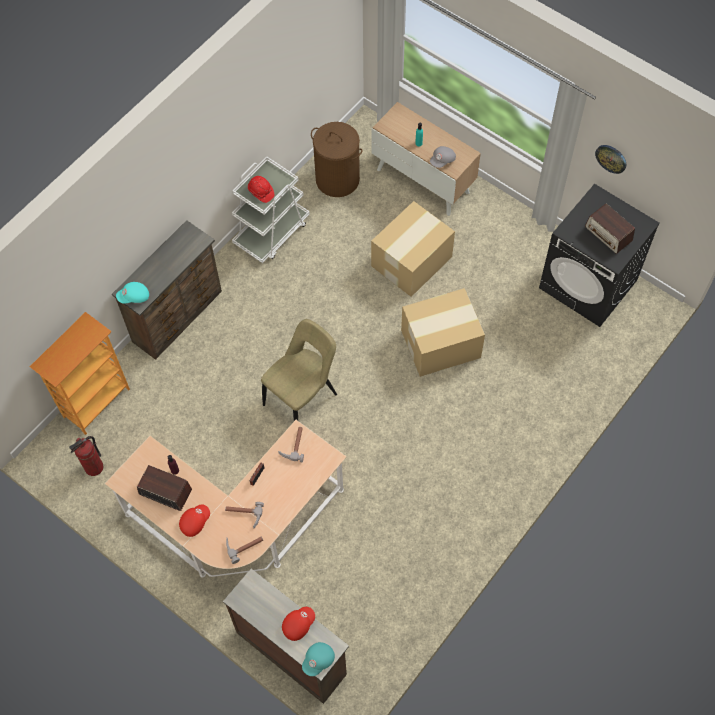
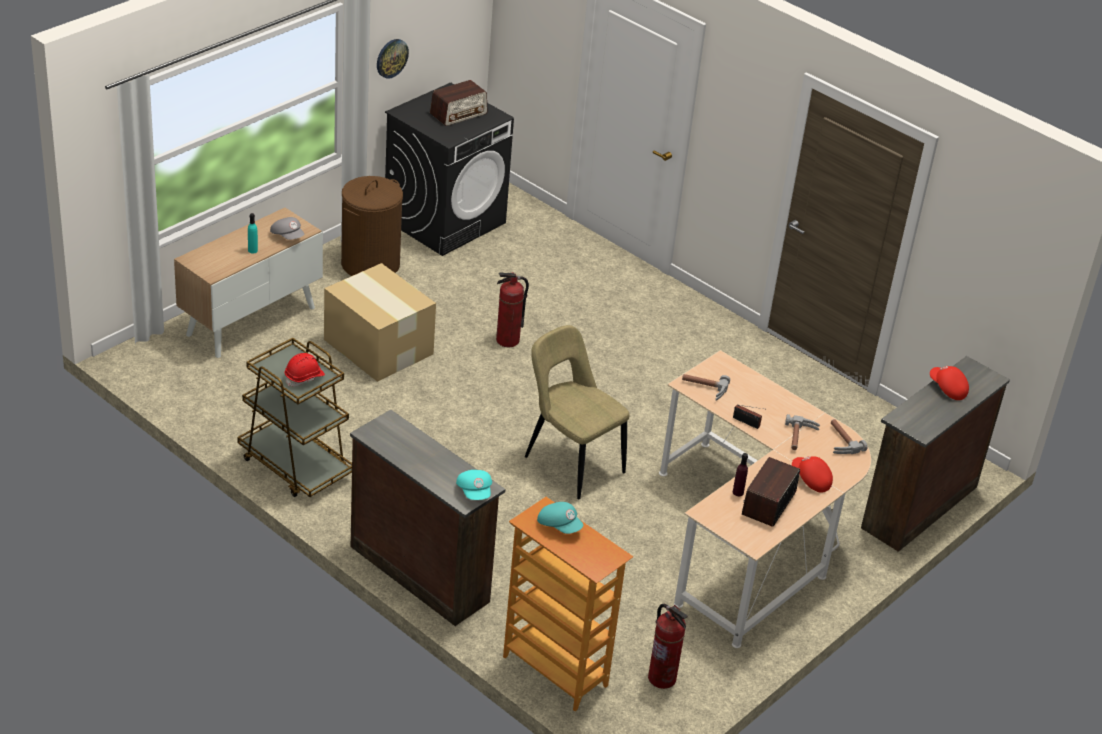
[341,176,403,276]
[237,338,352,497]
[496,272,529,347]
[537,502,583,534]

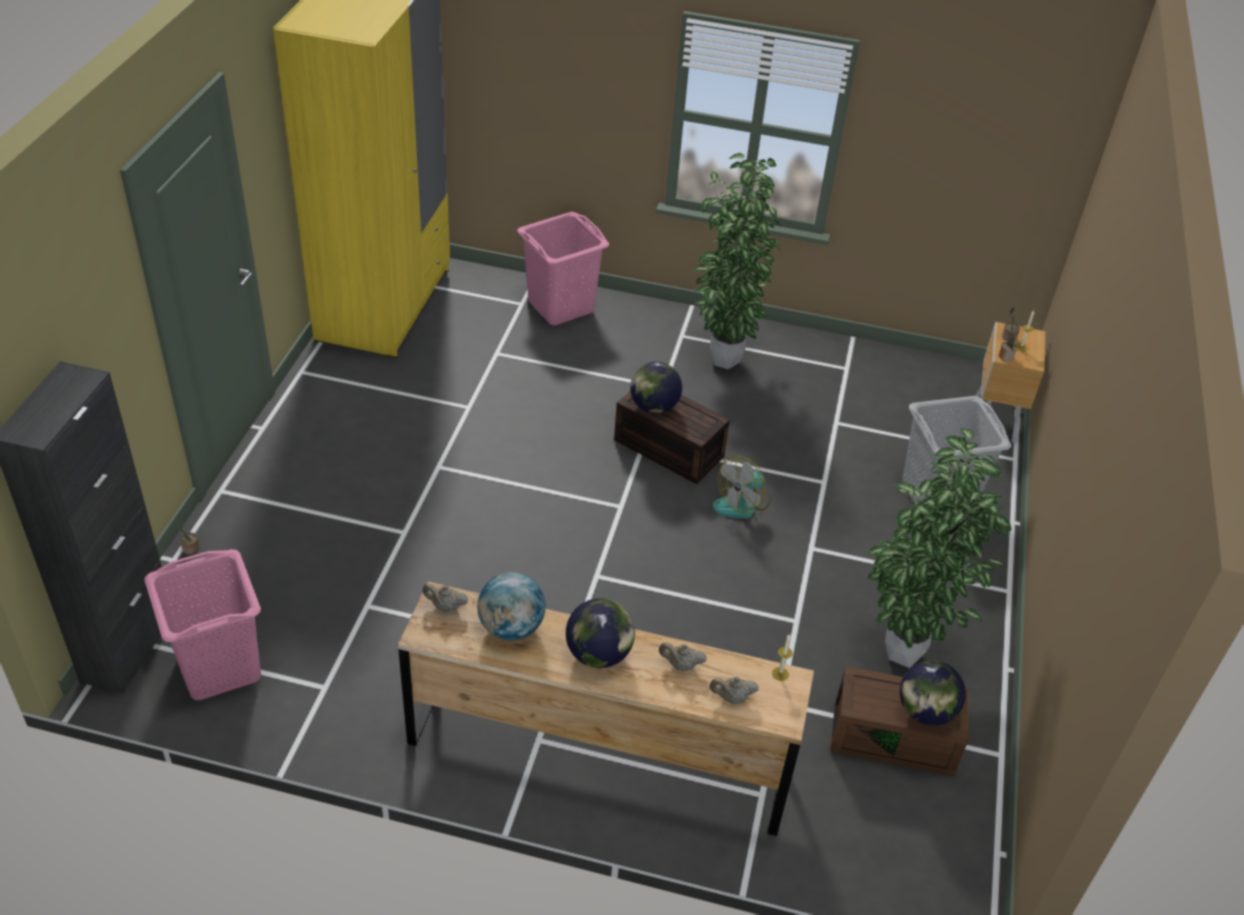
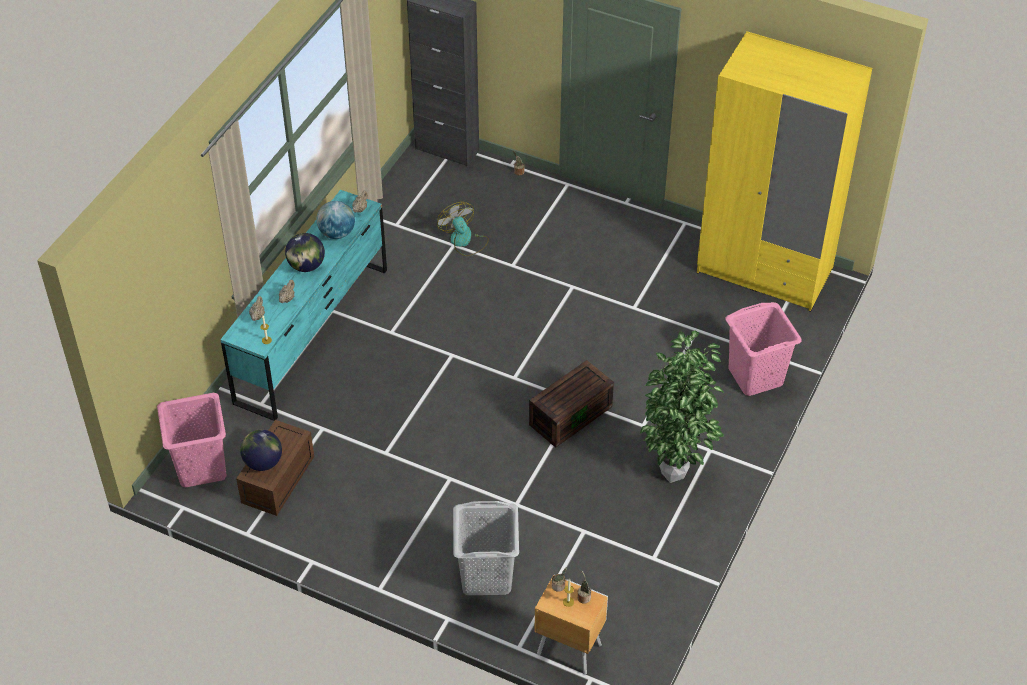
[630,362,682,414] (first image)
[866,429,1012,668] (first image)
[437,202,489,256]
[157,393,226,487]
[220,190,387,421]

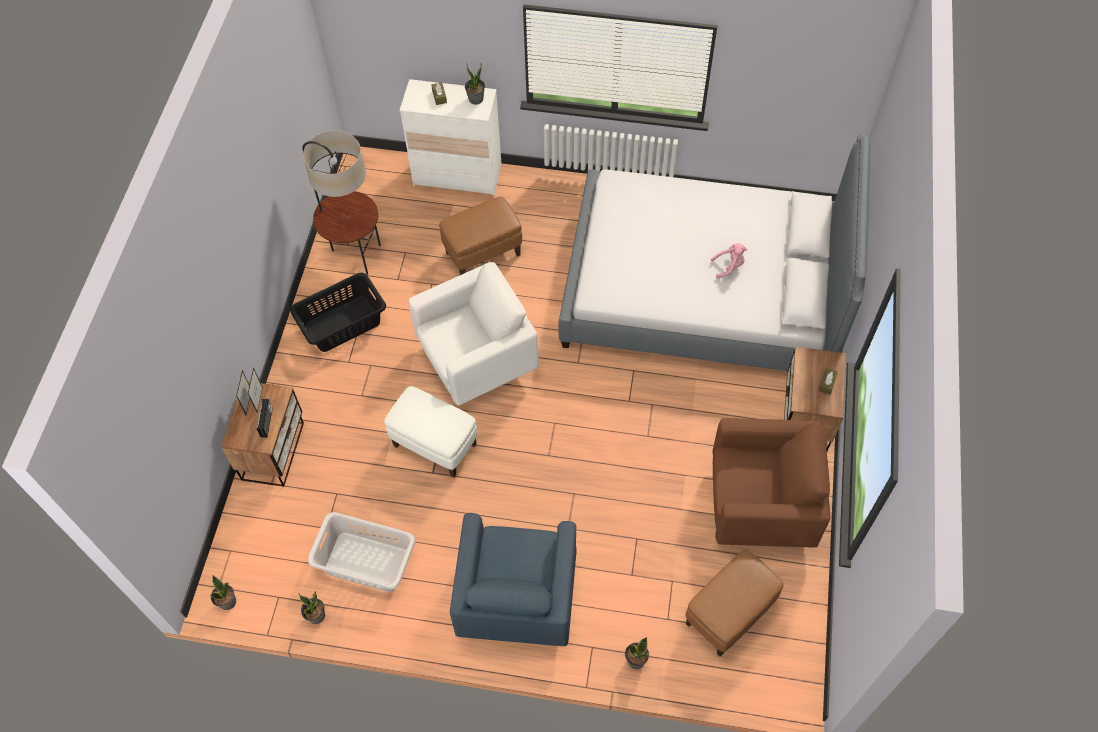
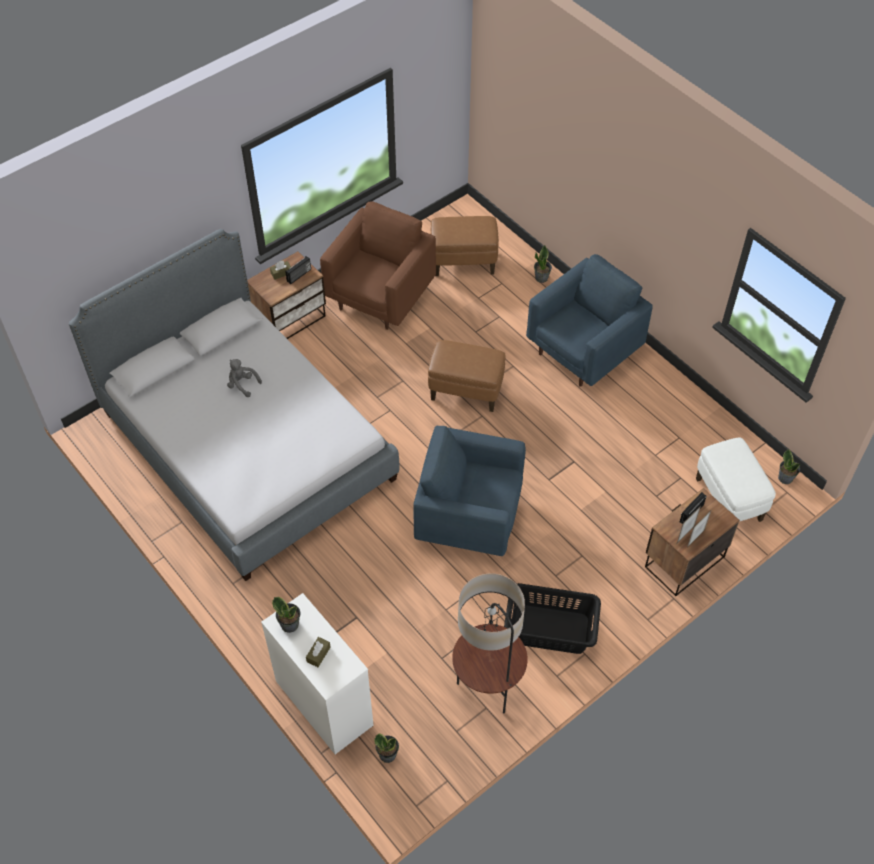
[428,340,506,412]
[227,359,262,397]
[413,426,526,556]
[696,438,776,522]
[320,201,436,330]
[308,512,416,592] (first image)
[374,733,399,763]
[285,256,311,284]

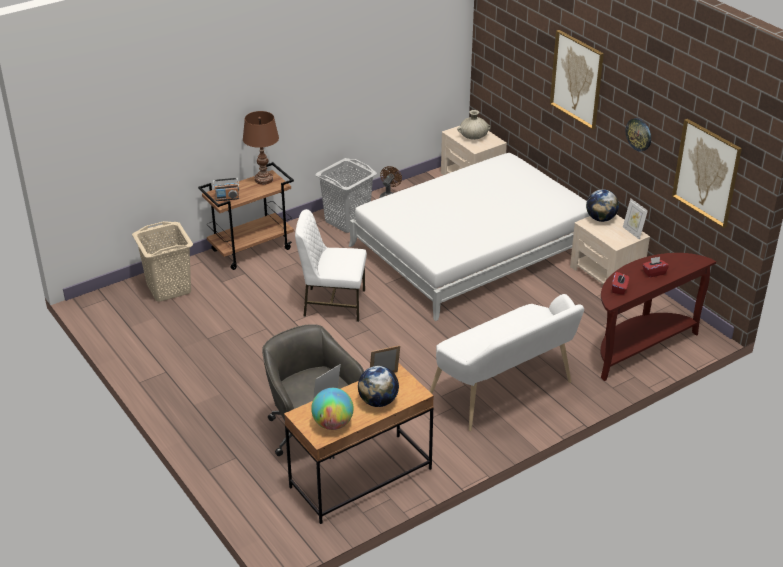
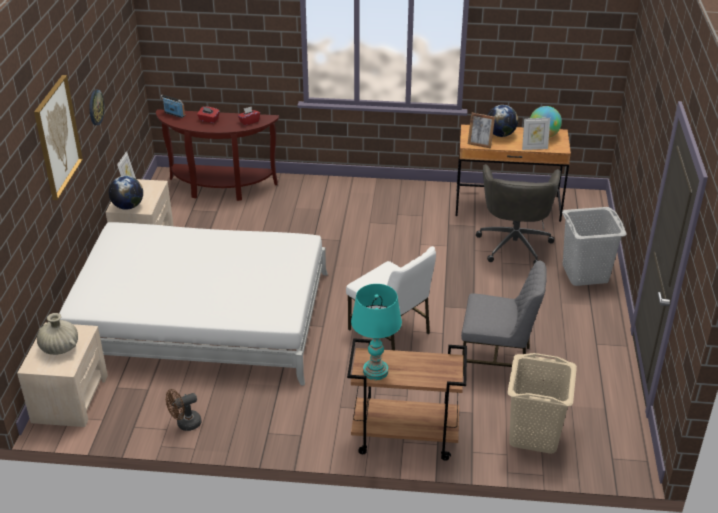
[351,284,402,380]
[672,119,742,228] (first image)
[562,207,627,286]
[161,94,186,118]
[430,294,584,431] (first image)
[461,261,547,375]

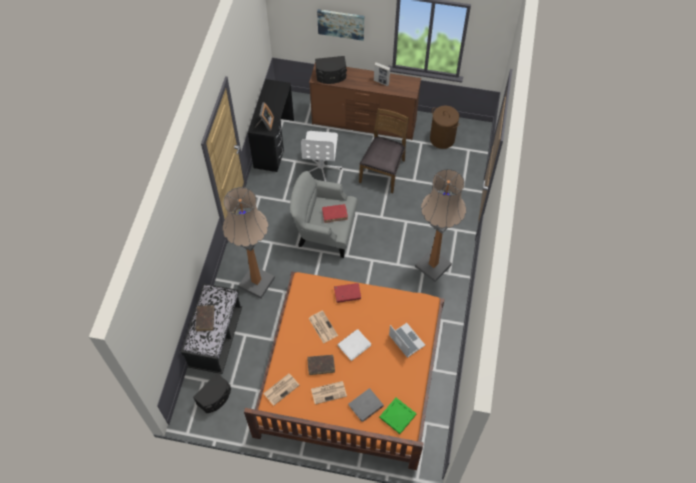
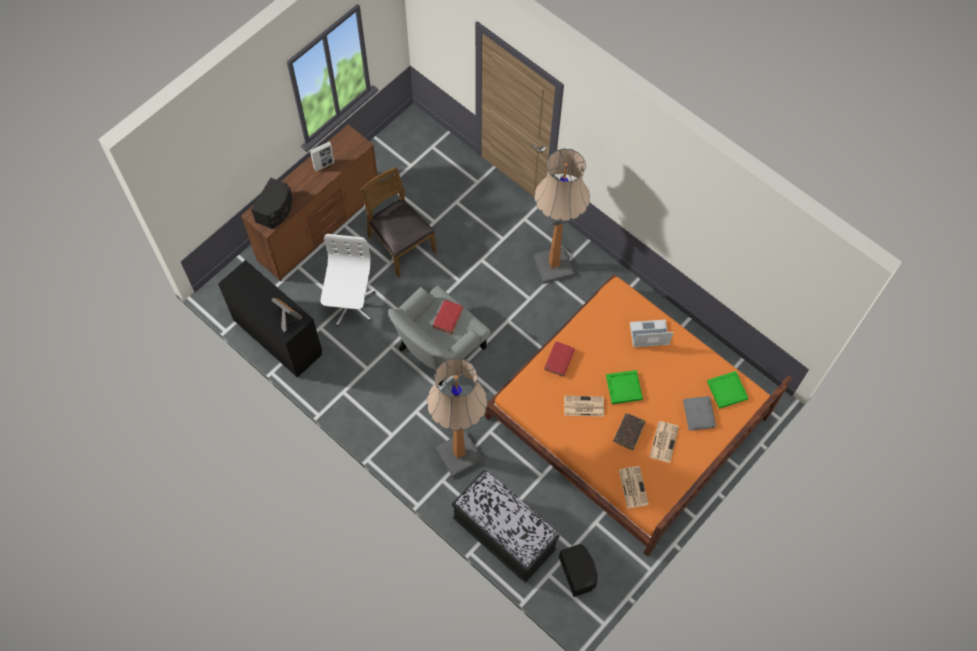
[317,9,364,41] (first image)
[430,106,459,149] (first image)
[320,234,375,327]
[195,305,215,331] (first image)
[606,370,643,404]

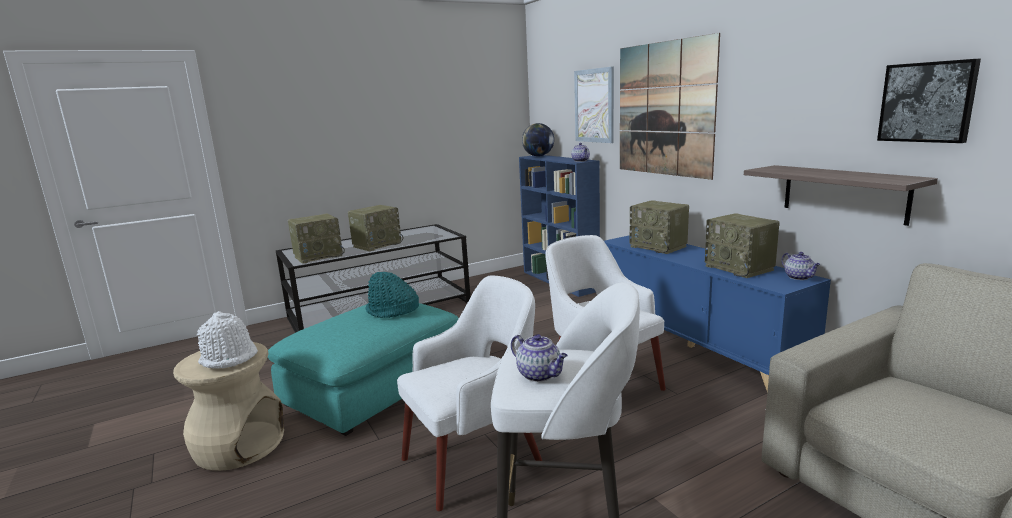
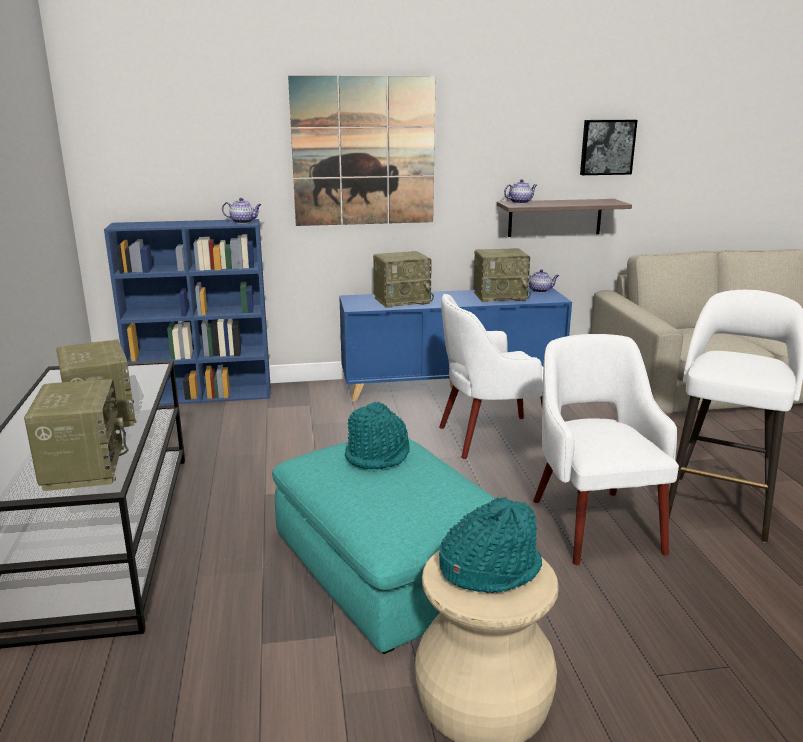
[574,67,614,143] (first image)
[522,123,554,156] (first image)
[439,497,542,593]
[504,179,537,204]

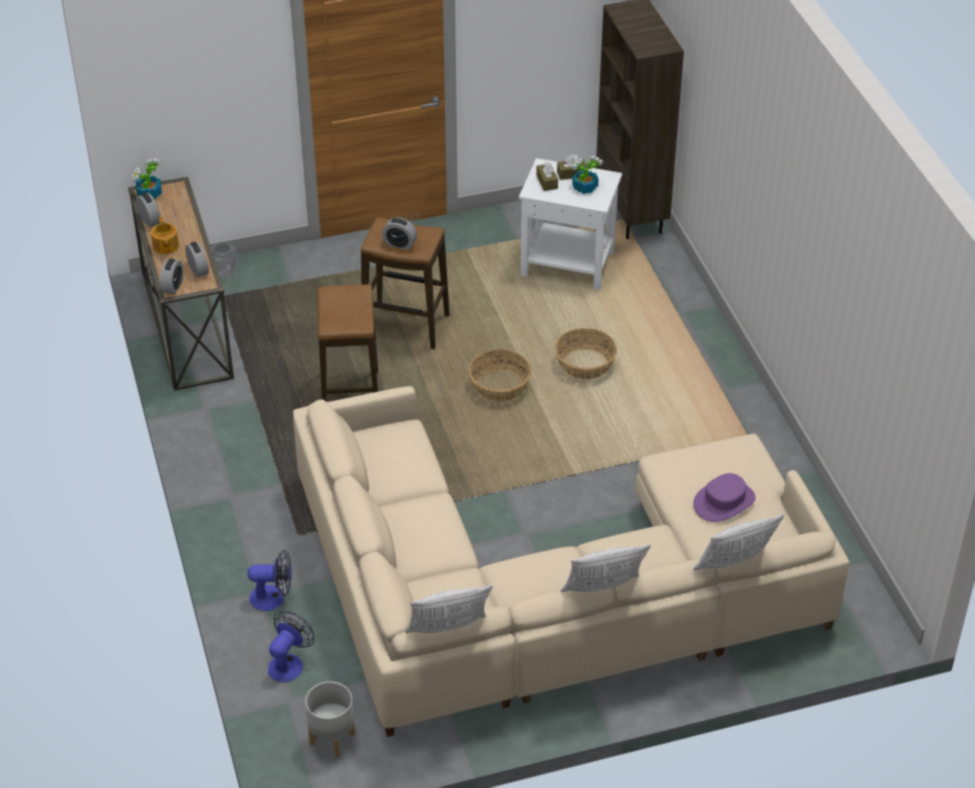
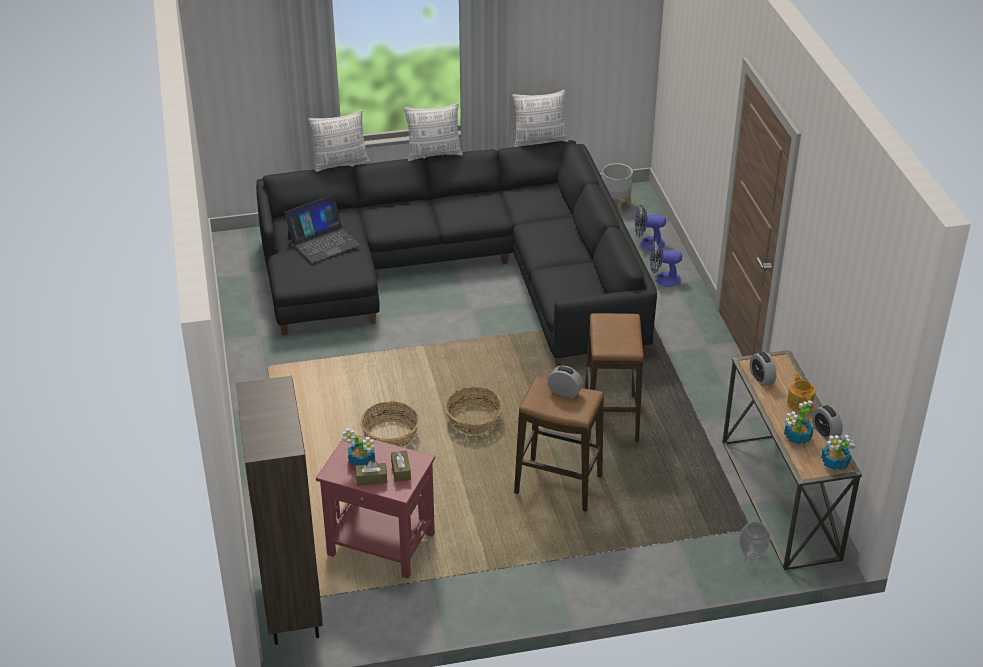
[316,434,435,579]
[160,259,184,294] (first image)
[256,140,657,366]
[284,195,360,263]
[635,204,666,250]
[784,400,814,445]

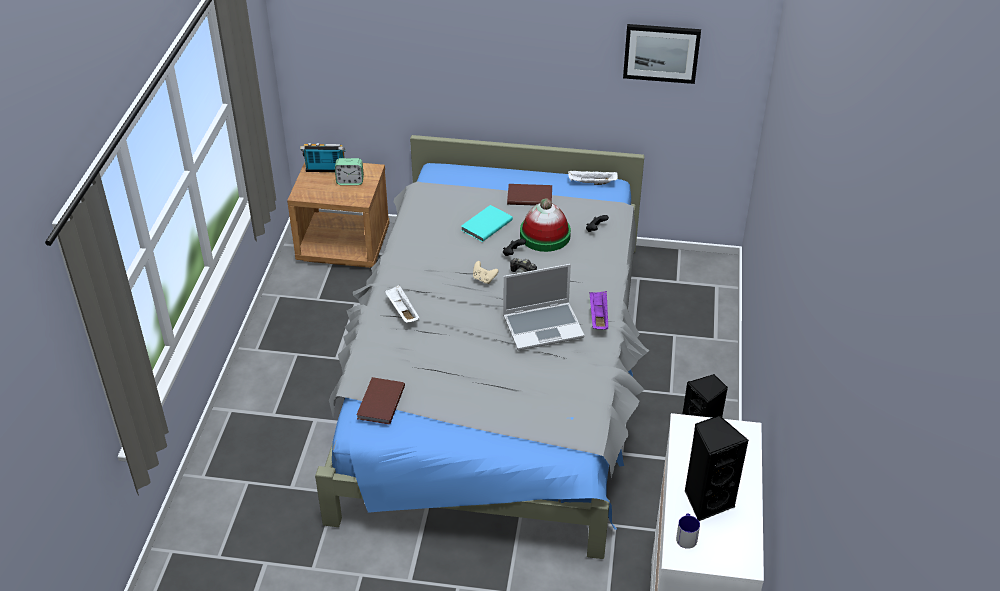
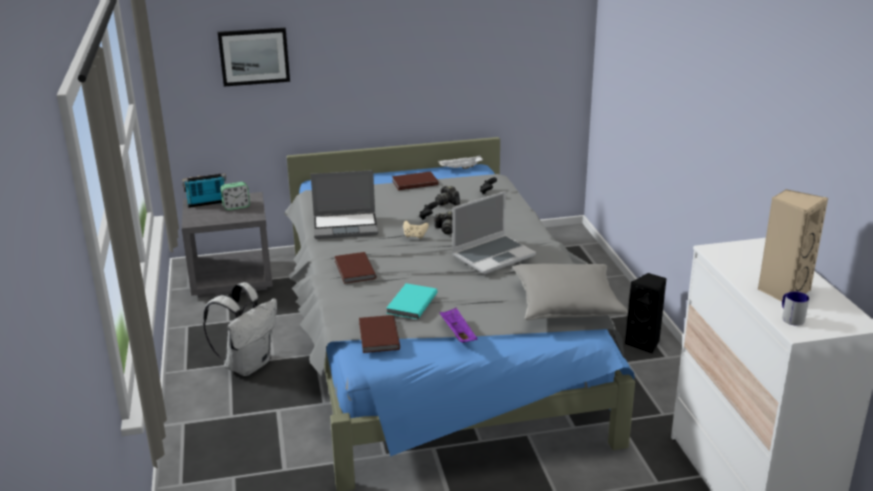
[218,28,290,87]
[182,192,273,297]
[435,186,460,206]
[386,283,438,319]
[334,252,376,284]
[440,308,477,343]
[757,189,828,301]
[311,170,378,239]
[513,264,628,320]
[203,282,277,376]

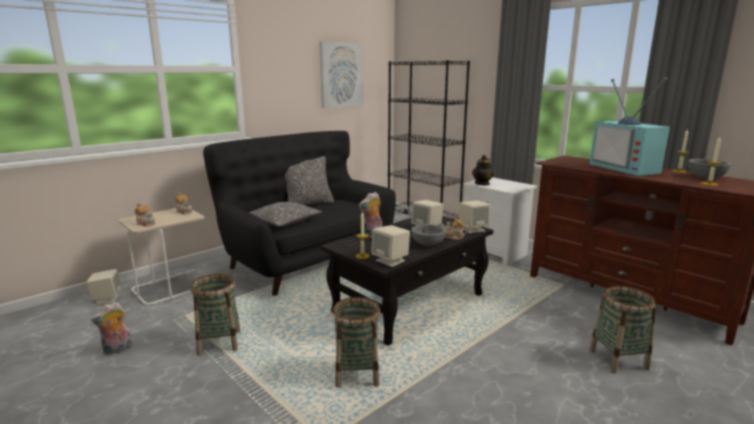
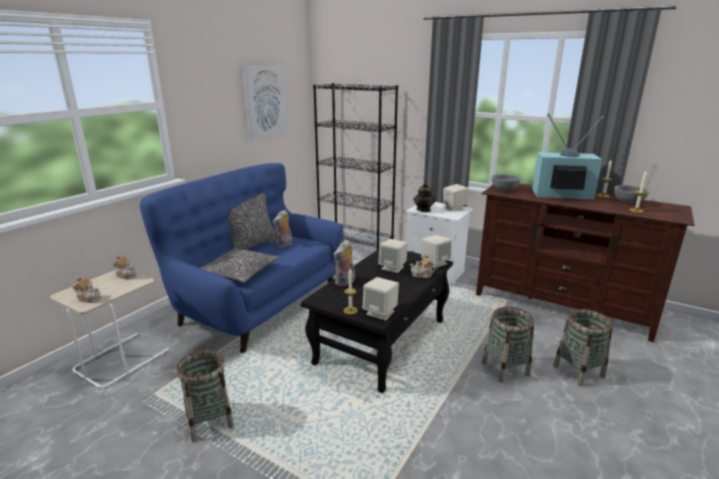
[532,113,604,200]
[140,163,343,353]
[492,174,521,191]
[443,184,468,211]
[482,307,534,383]
[273,210,292,248]

